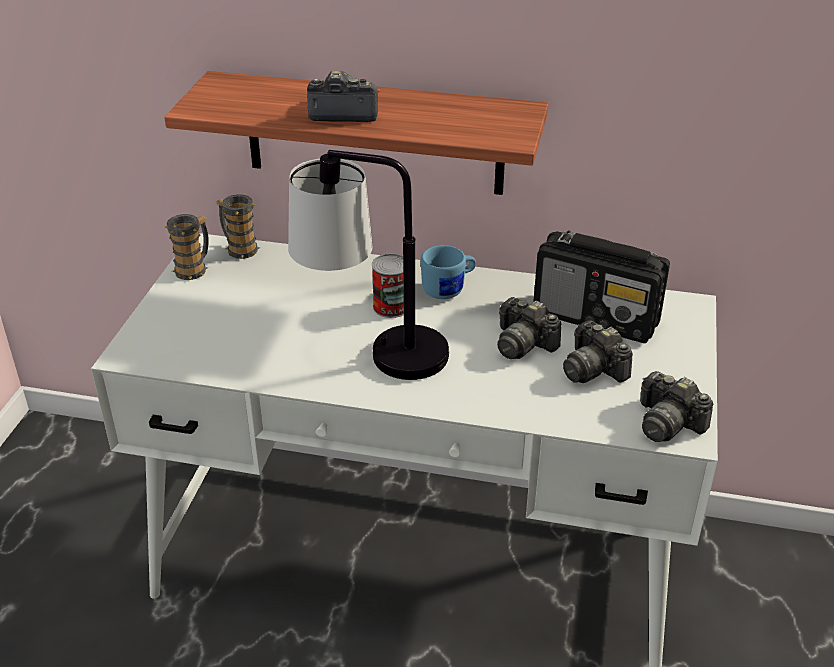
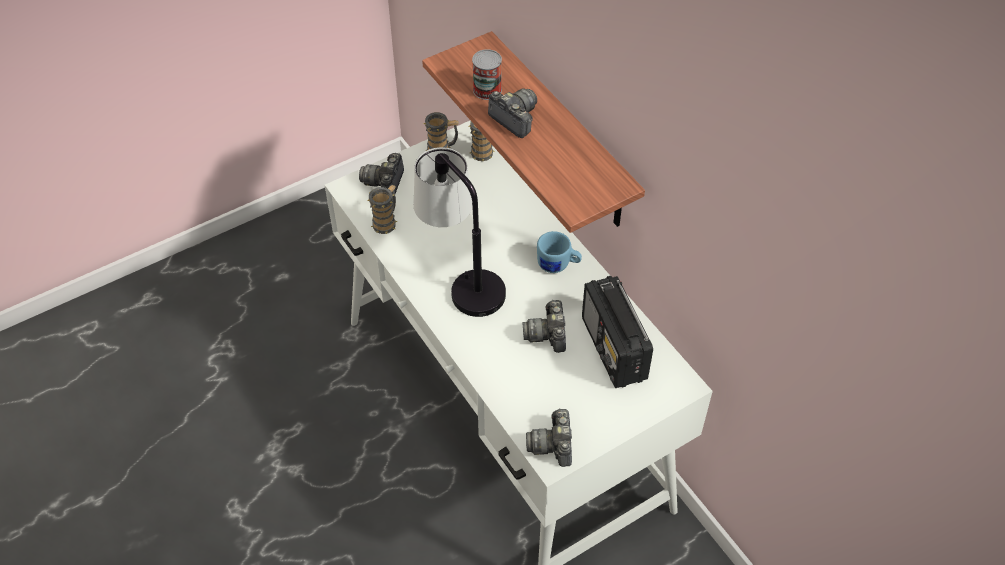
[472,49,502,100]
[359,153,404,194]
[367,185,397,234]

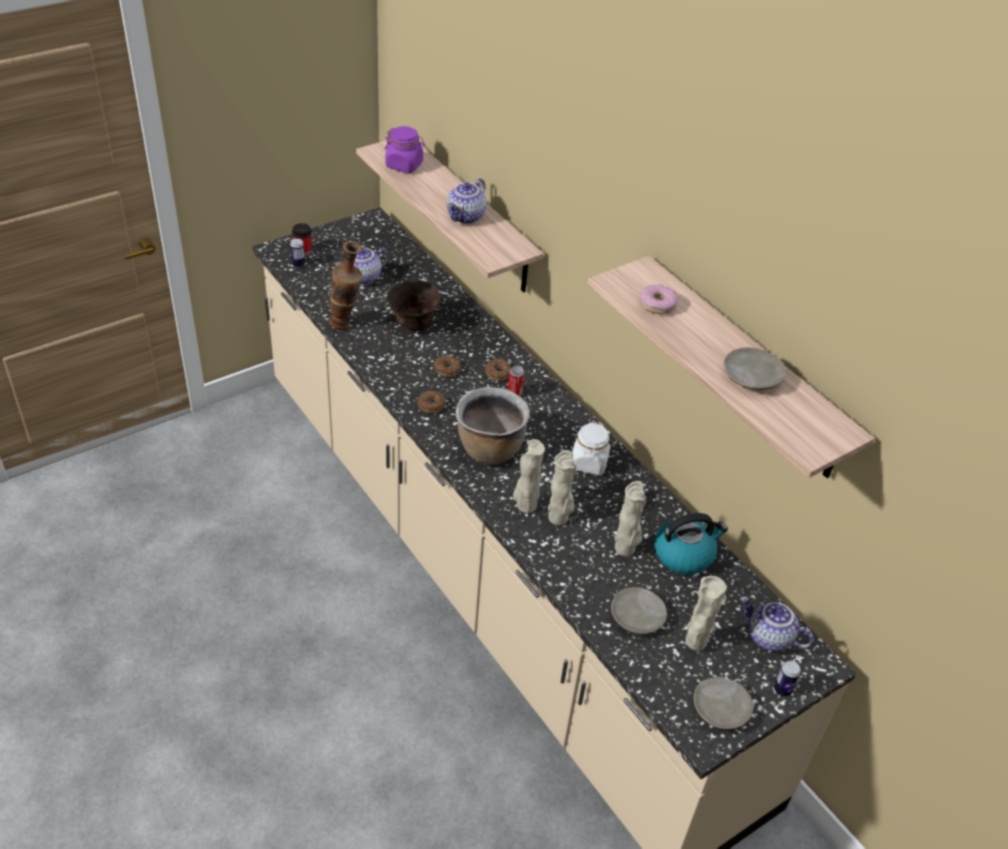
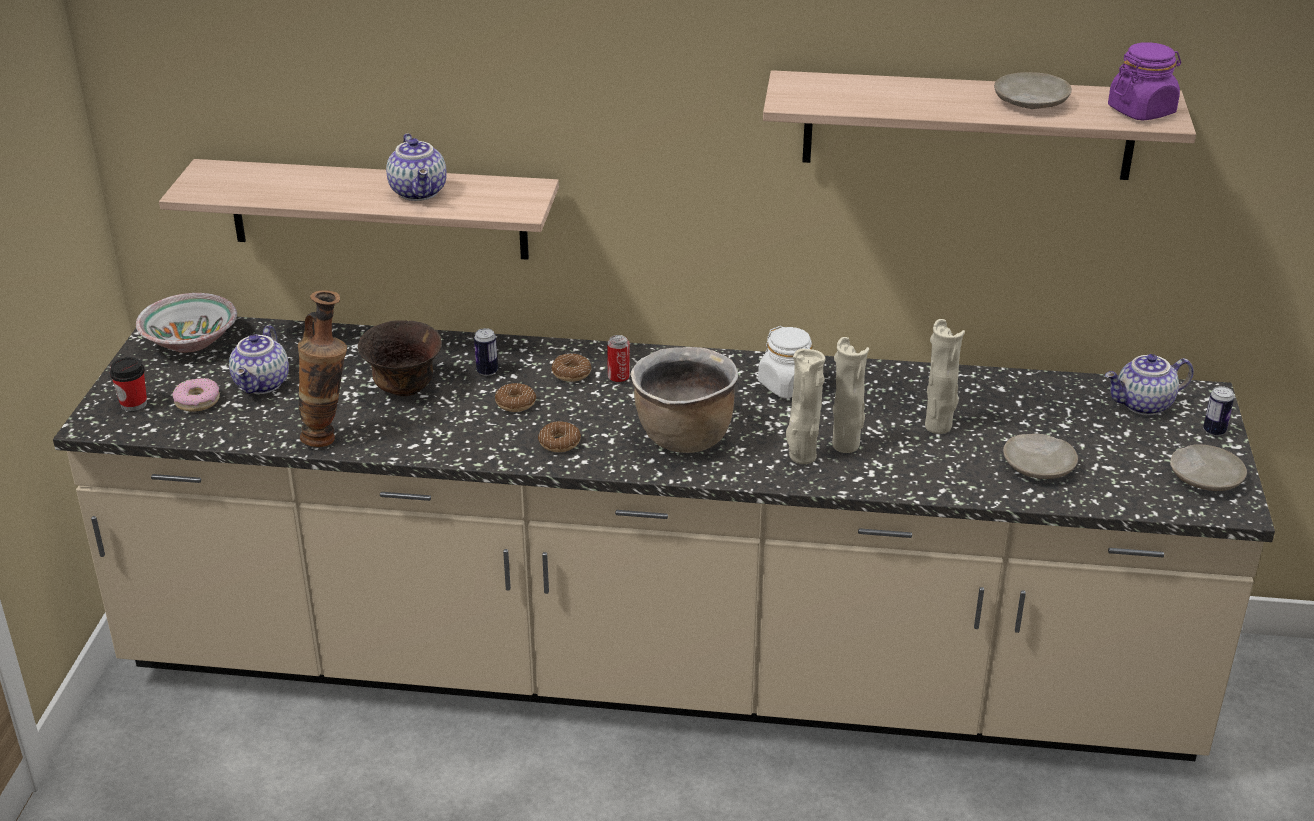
[1108,42,1181,120]
[474,328,498,376]
[172,378,220,412]
[654,513,728,574] (first image)
[685,576,727,651] (first image)
[136,293,237,353]

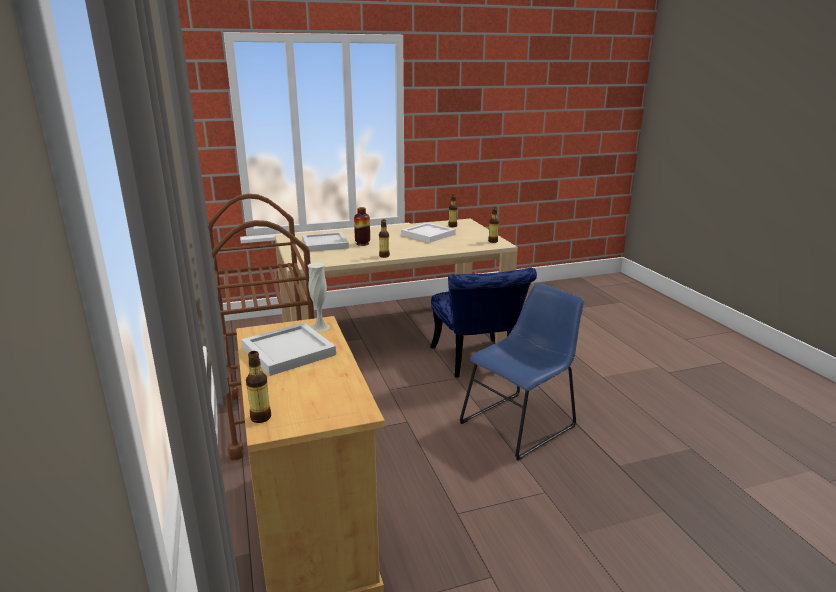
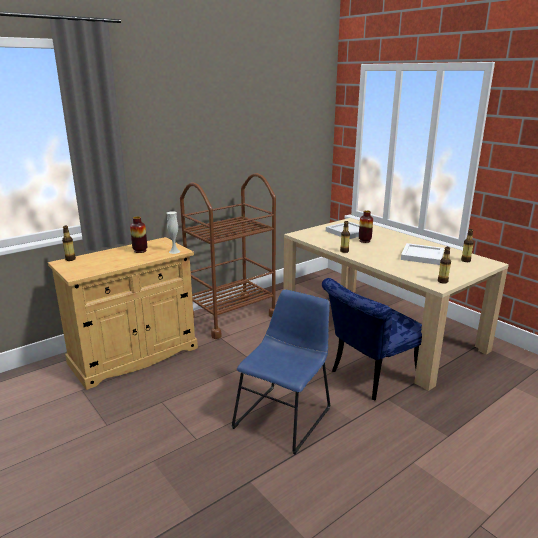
[231,289,330,454]
[130,216,147,253]

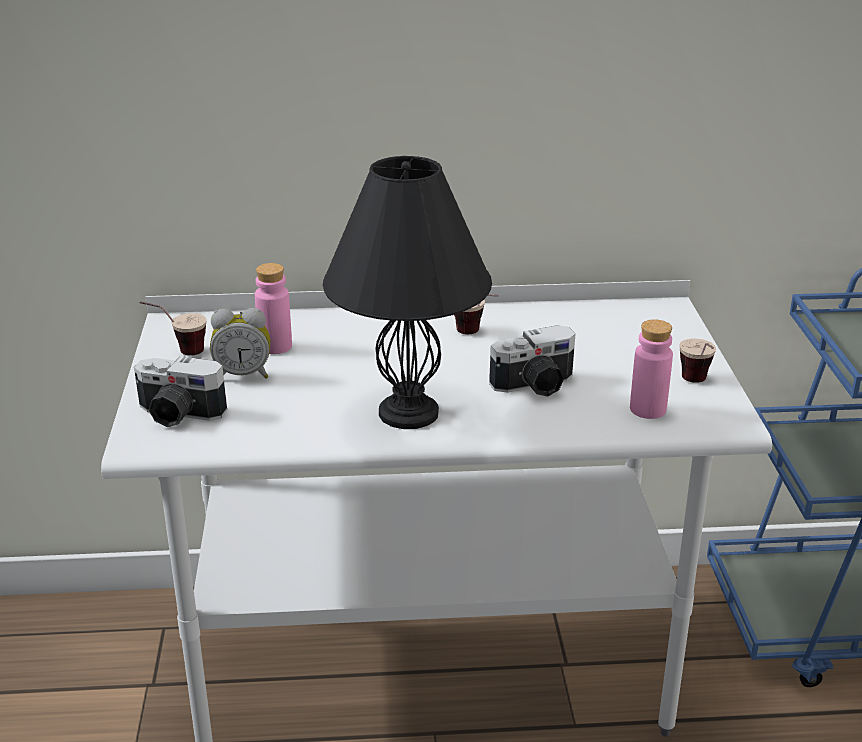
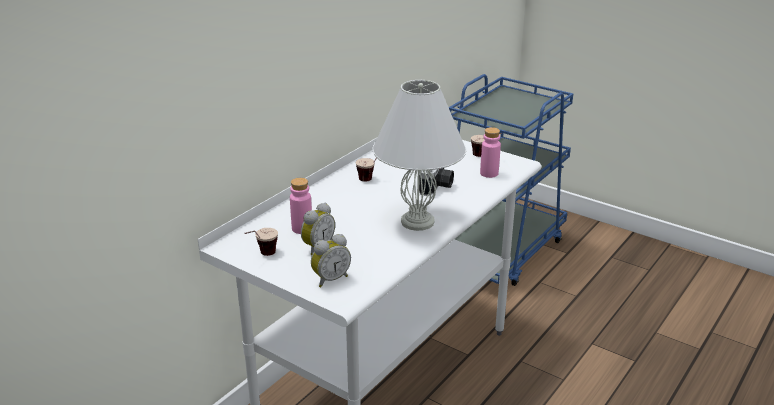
[373,80,466,231]
[311,234,351,287]

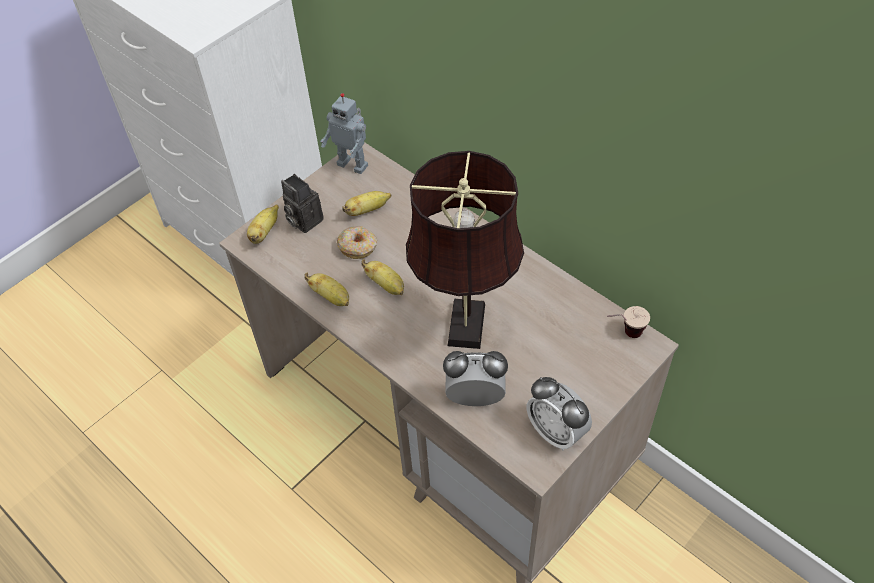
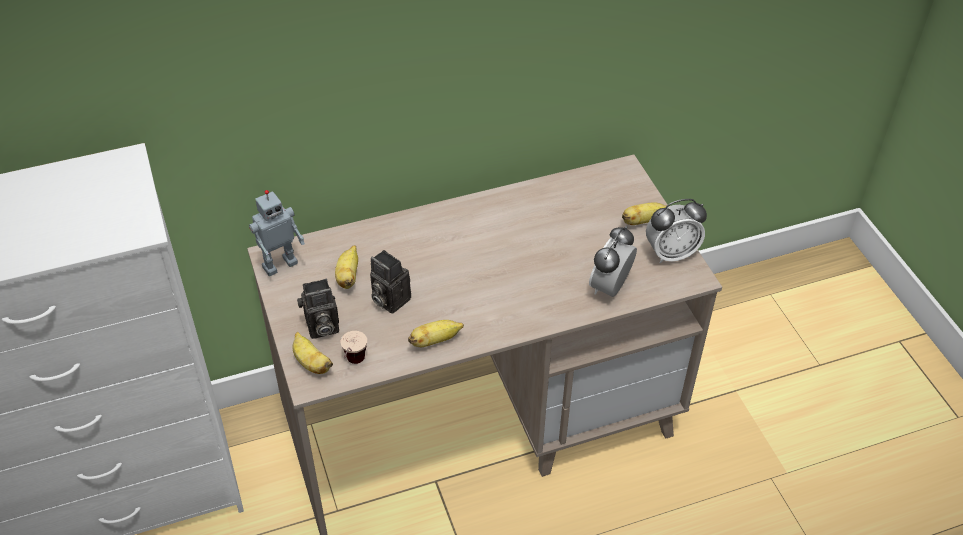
[406,151,524,349] (first image)
[370,250,411,314]
[622,202,666,225]
[340,331,367,364]

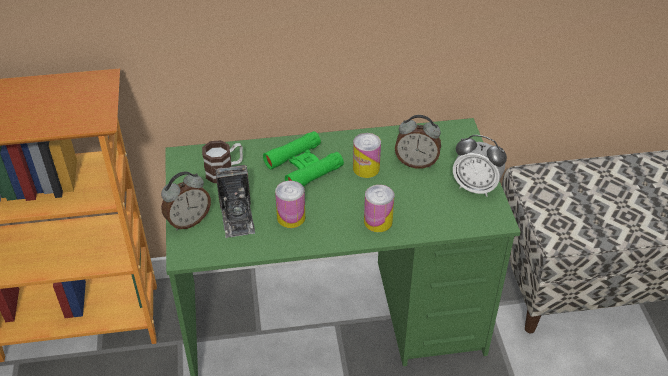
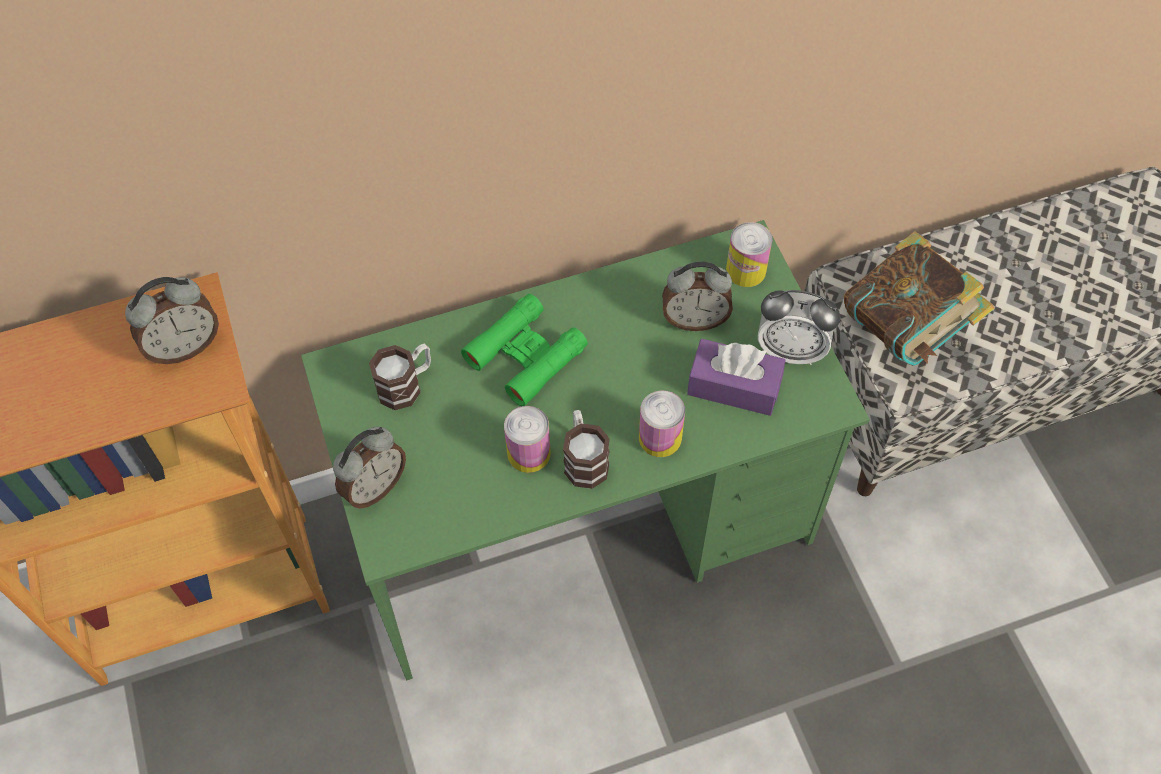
[726,222,772,287]
[216,165,255,238] (first image)
[844,231,995,366]
[125,277,219,364]
[687,339,785,416]
[563,410,610,489]

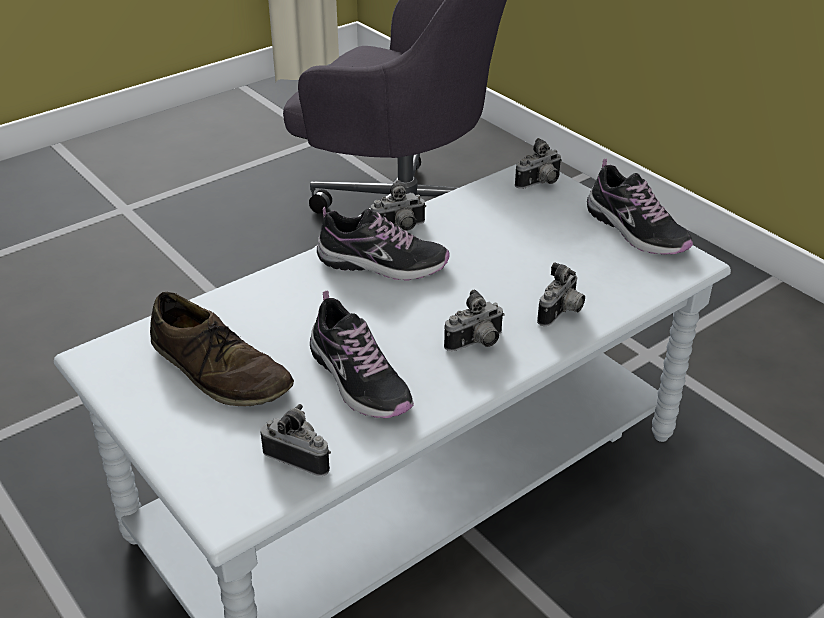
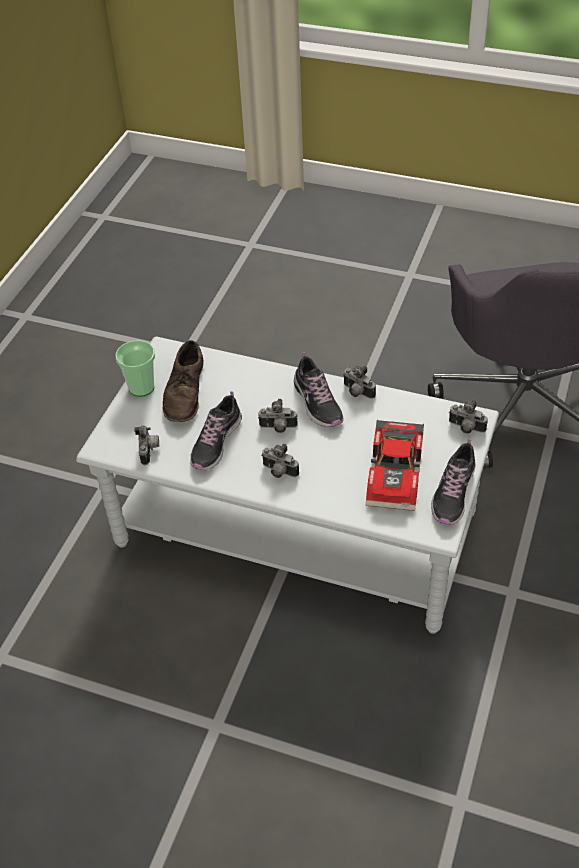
[258,399,298,433]
[116,340,155,397]
[365,419,424,511]

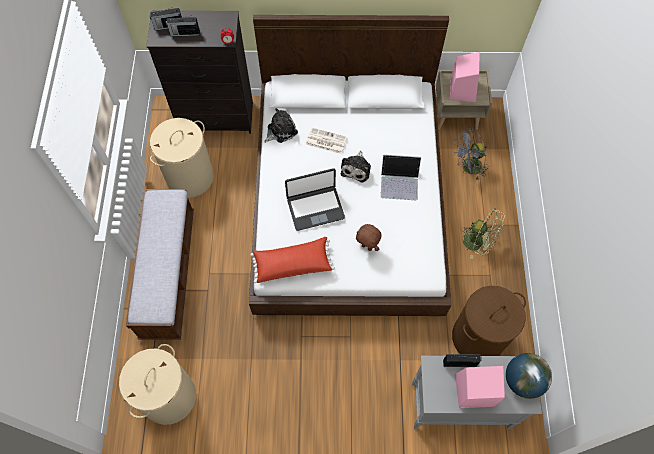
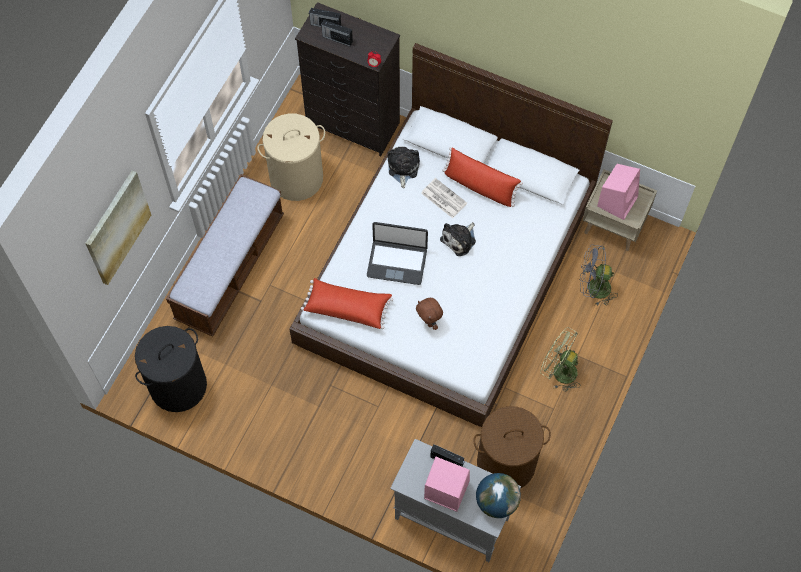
[388,146,420,189]
[380,154,421,200] (first image)
[540,327,581,392]
[135,326,207,412]
[442,147,523,207]
[85,170,151,285]

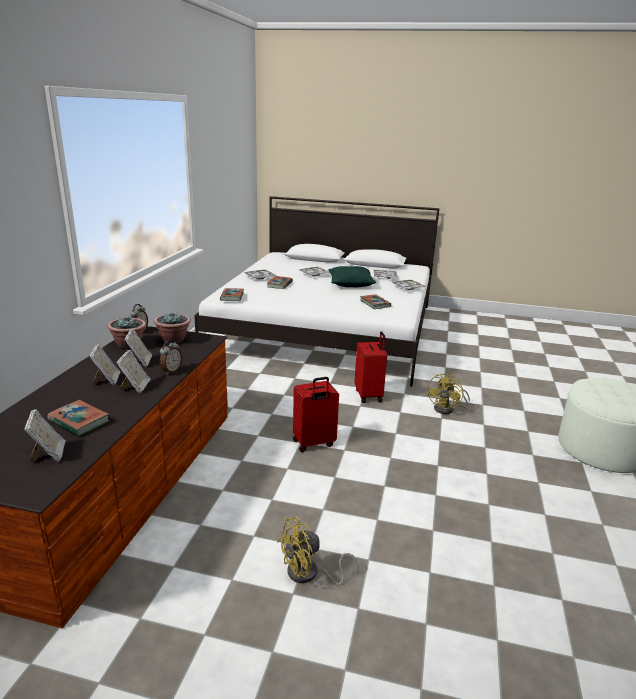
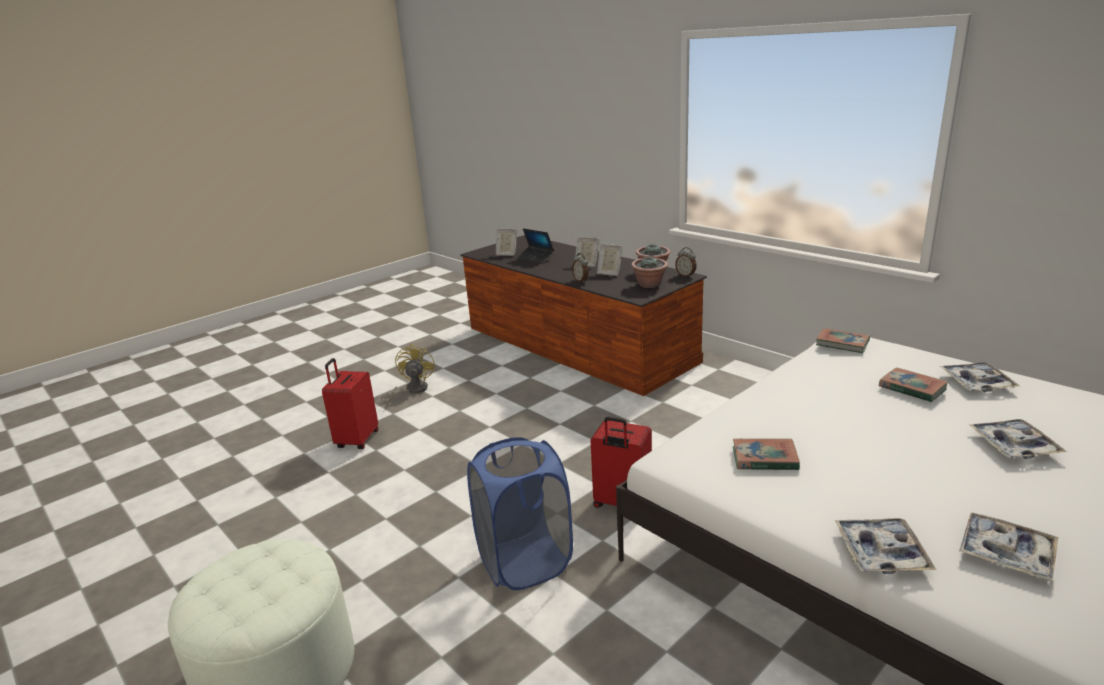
[328,266,376,288] (first image)
[117,350,150,393] (first image)
[467,437,573,591]
[322,358,378,449]
[516,228,554,264]

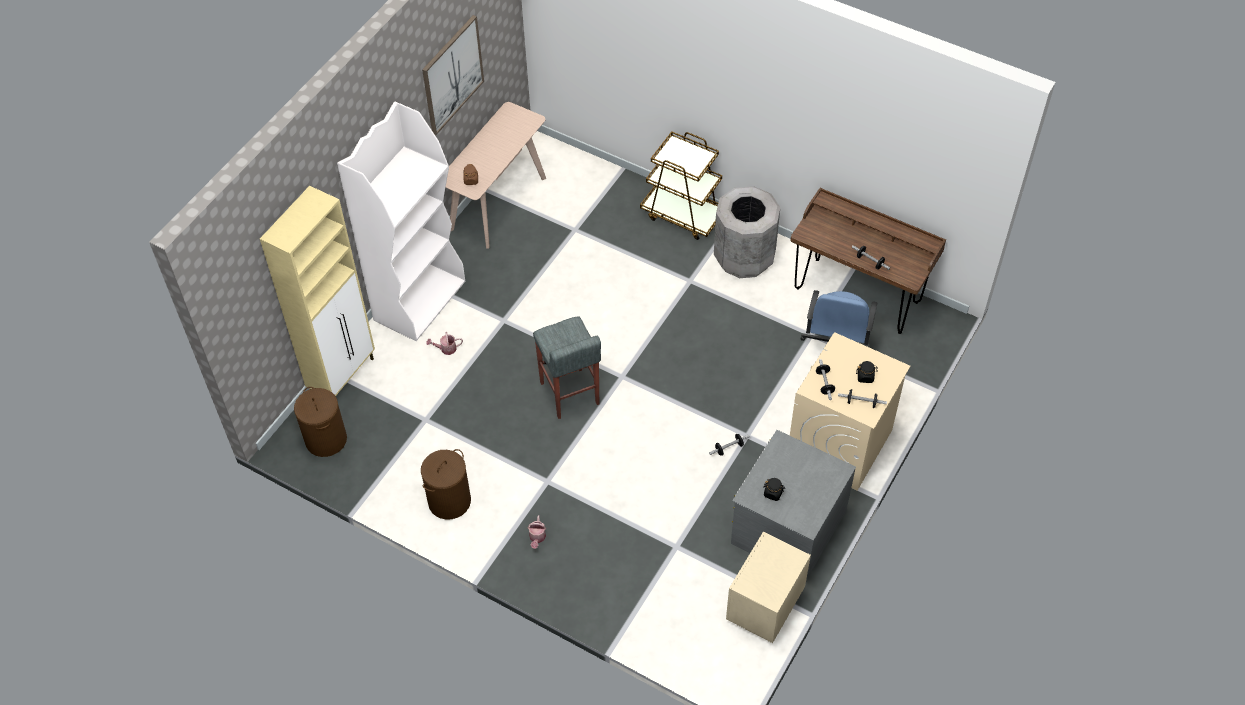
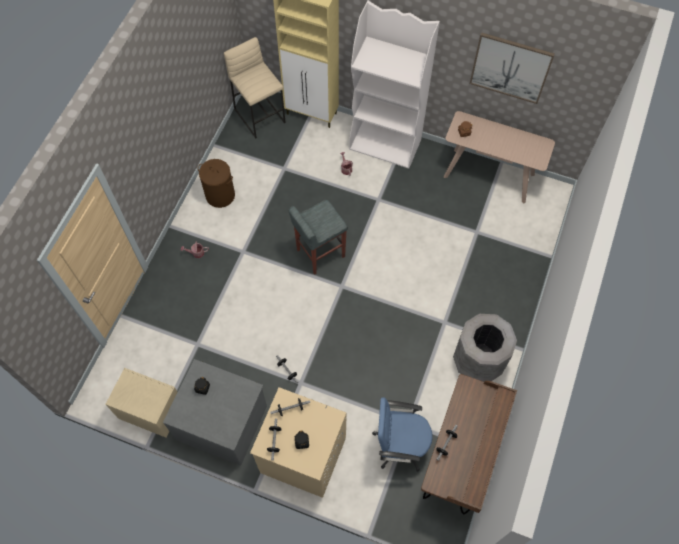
[640,131,722,240] (first image)
[224,37,286,138]

